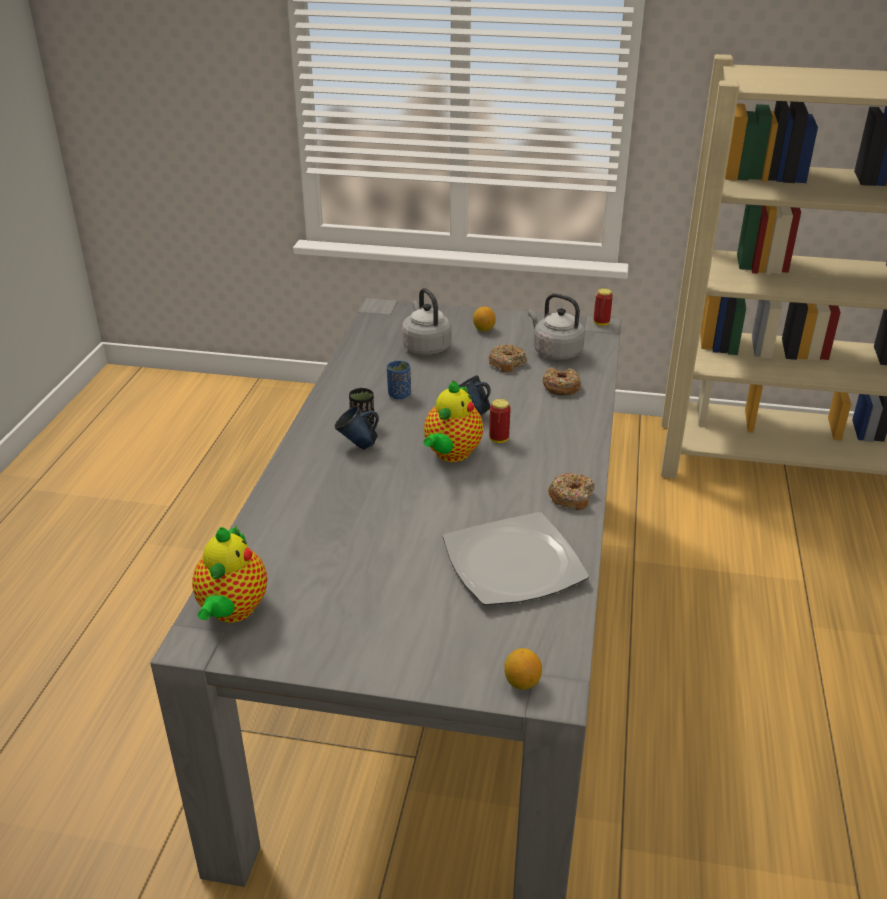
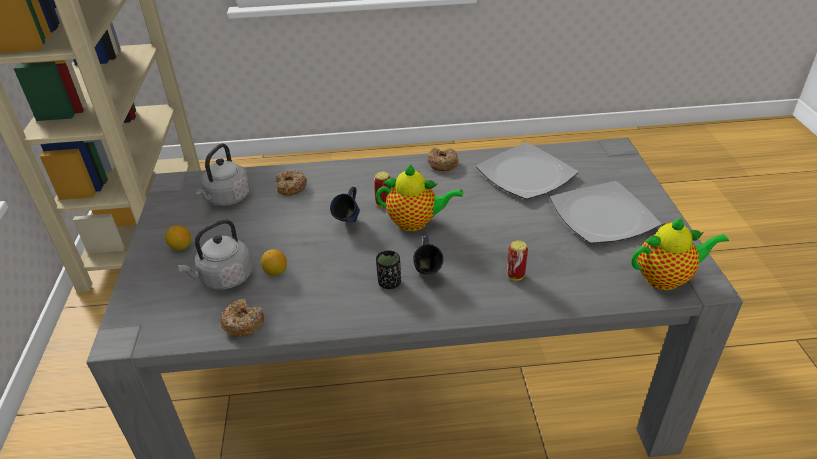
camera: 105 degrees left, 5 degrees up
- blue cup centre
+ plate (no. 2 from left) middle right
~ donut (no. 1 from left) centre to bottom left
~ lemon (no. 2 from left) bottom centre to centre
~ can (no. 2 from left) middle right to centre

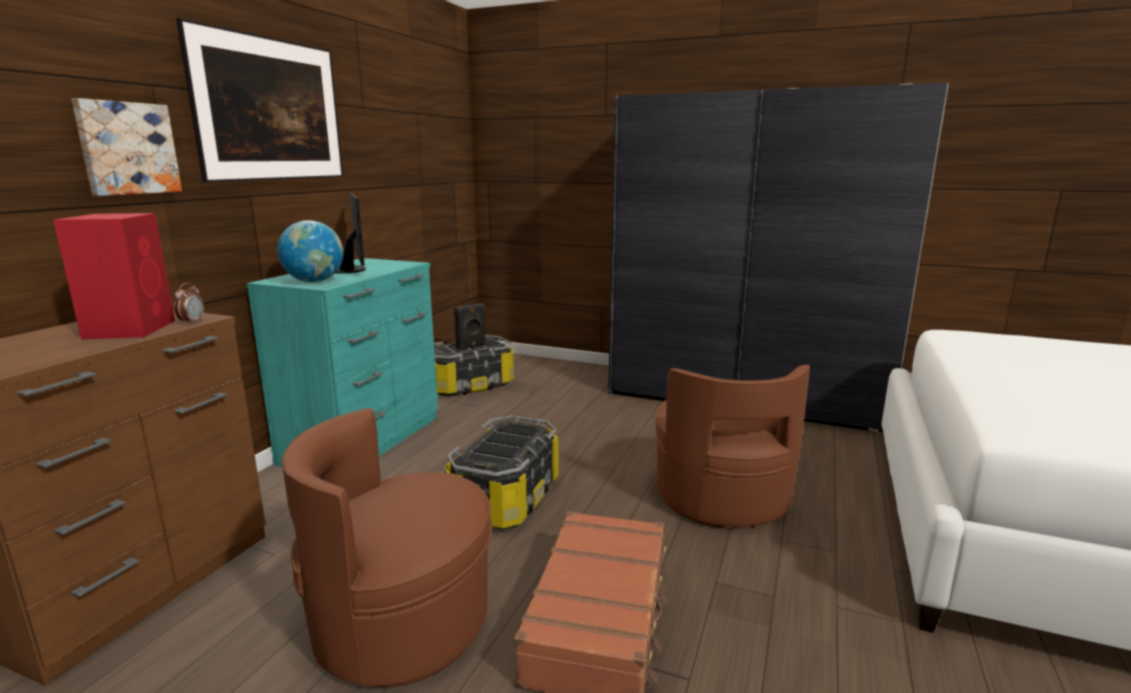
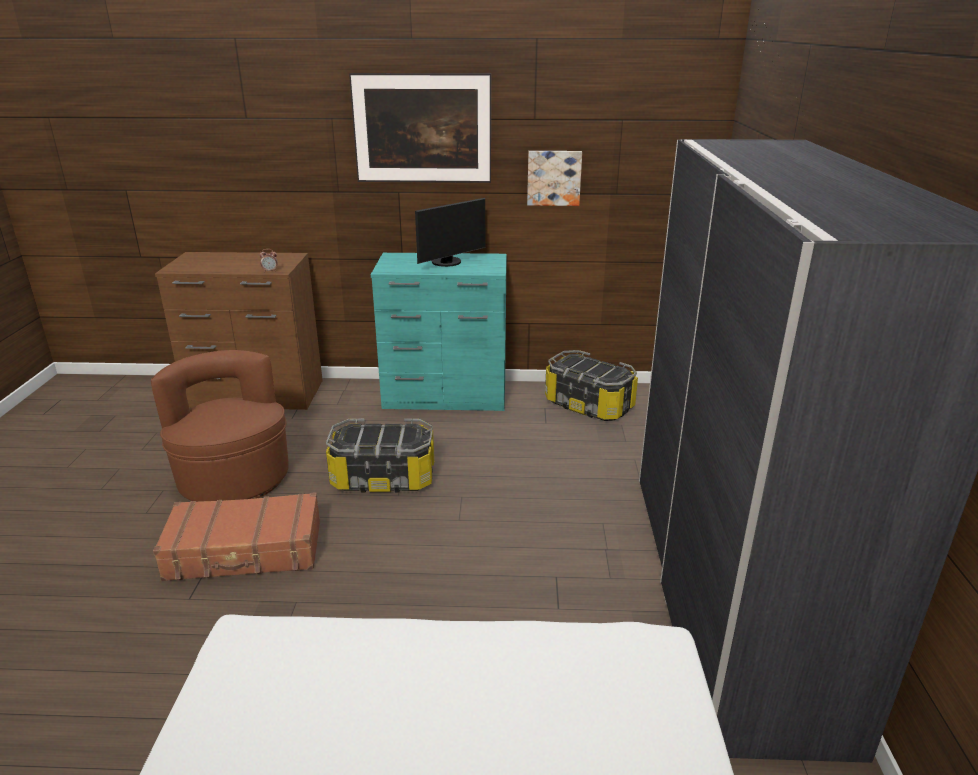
camera: 70 degrees right, 10 degrees up
- red speaker middle left
- globe middle left
- black speaker centre
- brown armchair (no. 2 from left) centre
~ picture (no. 1 from left in the first image) top left to picture (no. 2 from left) top centre

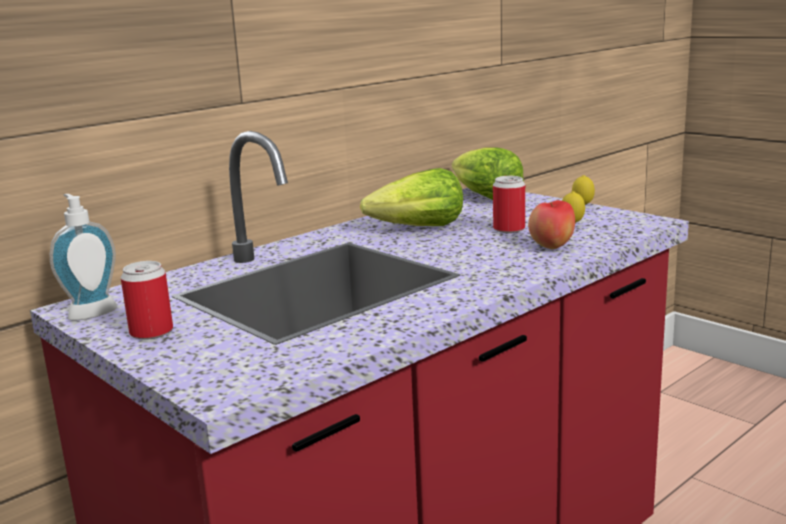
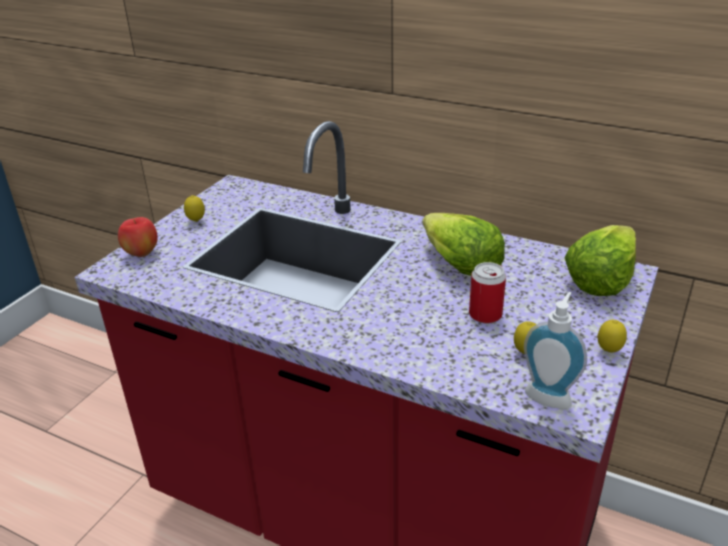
camera: 70 degrees right, 15 degrees up
~ soap dispenser middle left to middle right
~ apple middle right to middle left
~ can (no. 1 from left) middle left to lemon (no. 1 from left) middle left

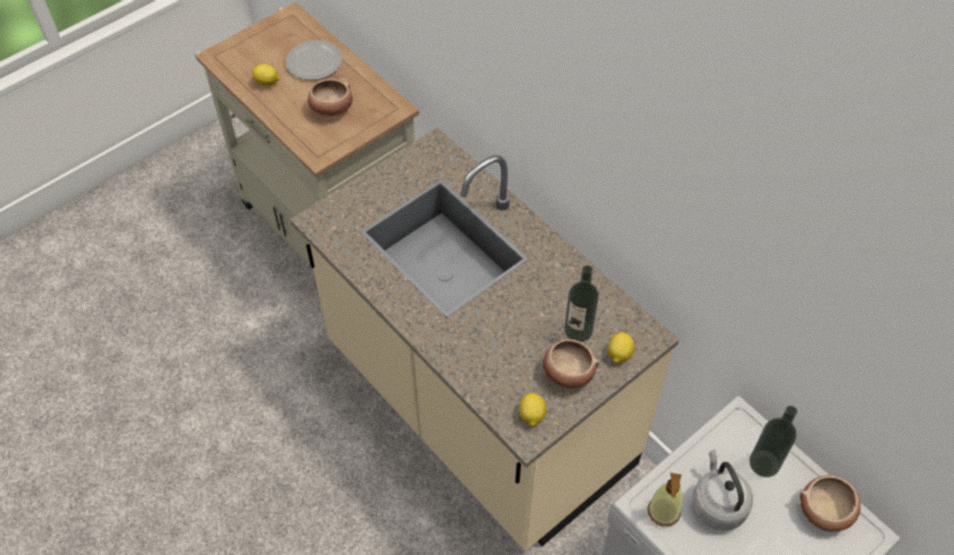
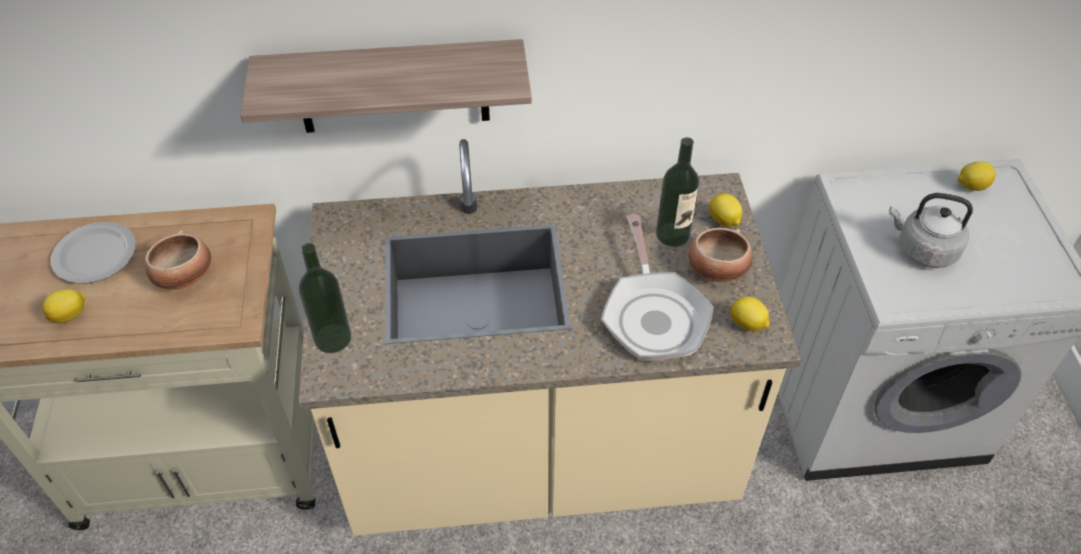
camera: 55 degrees left, 5 degrees down
- soap dispenser bottom right
+ shelf top centre
+ frying pan centre
~ bottle (no. 2 from left in the first image) bottom right to bottle (no. 1 from left) middle left
~ bowl (no. 3 from left) bottom right to lemon (no. 4 from left) top right

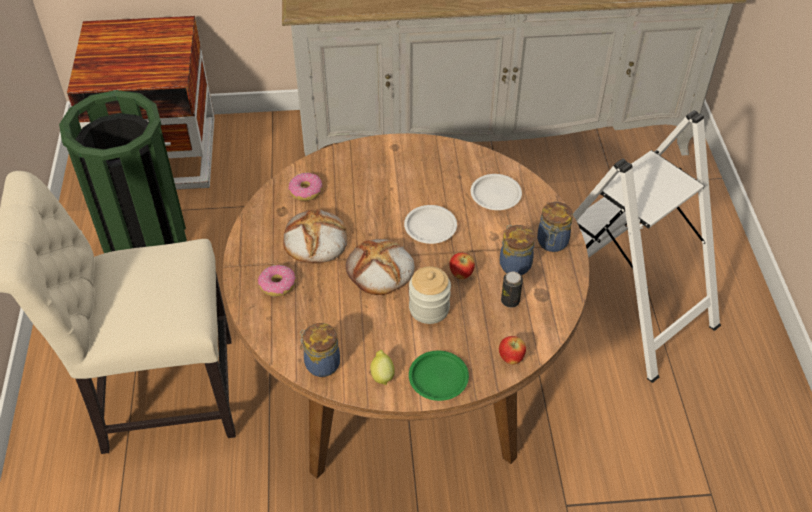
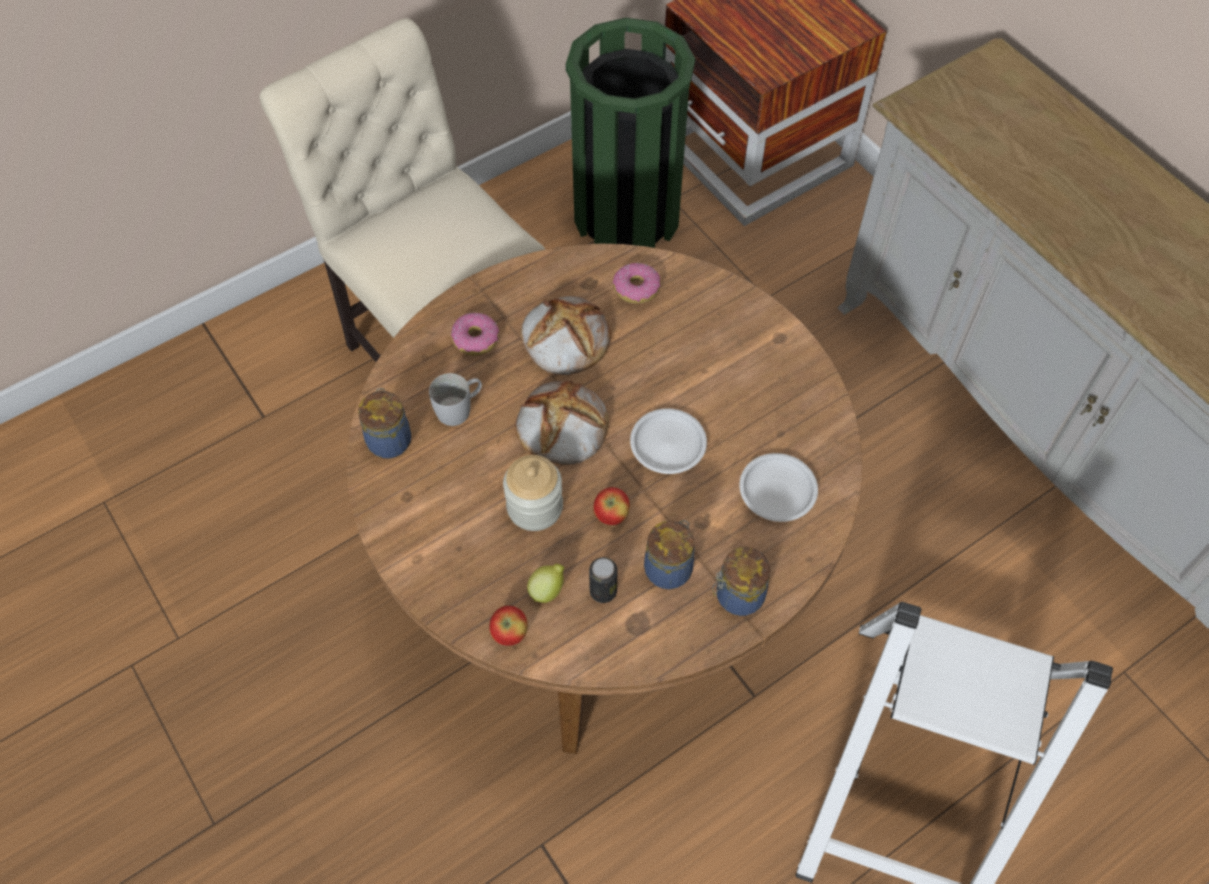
camera: 60 degrees right, 10 degrees up
- green plate bottom centre
+ white mug centre
~ lemon bottom centre to centre

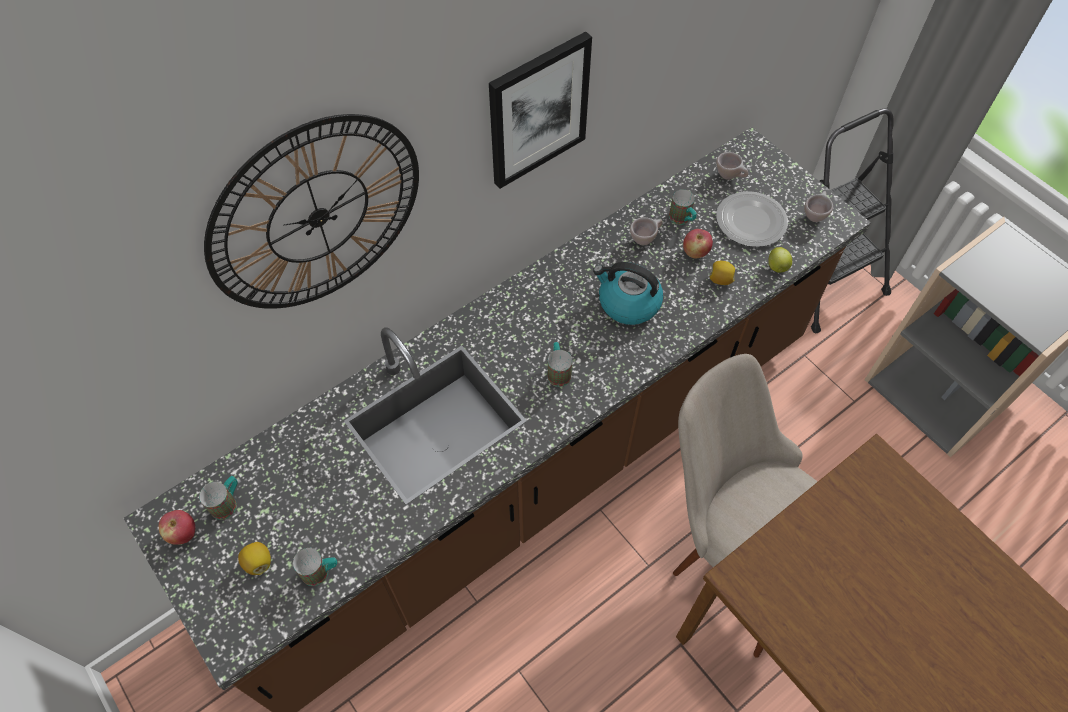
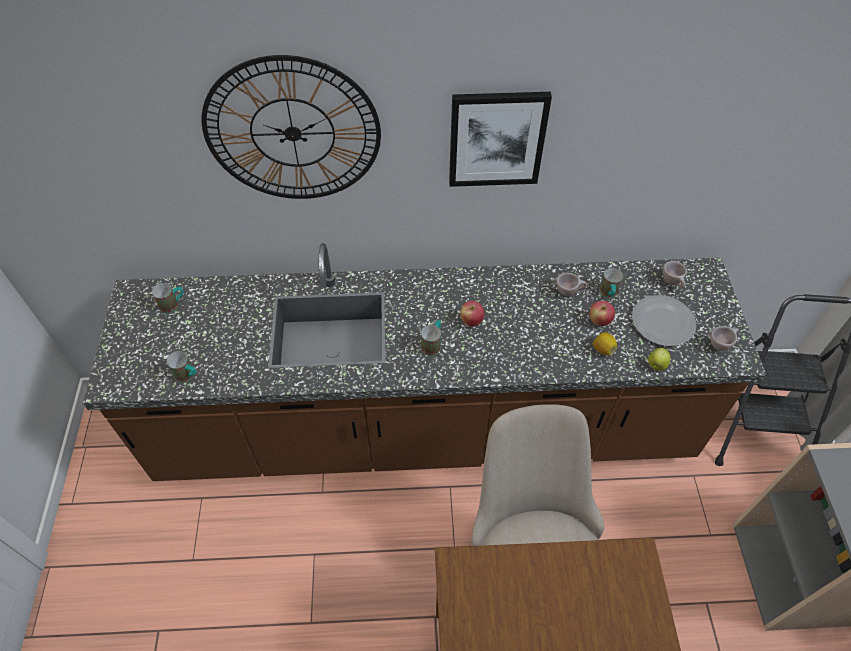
camera: 35 degrees right, 5 degrees down
- lemon (no. 1 from left) bottom left
- kettle centre
~ apple (no. 1 from left) bottom left to centre

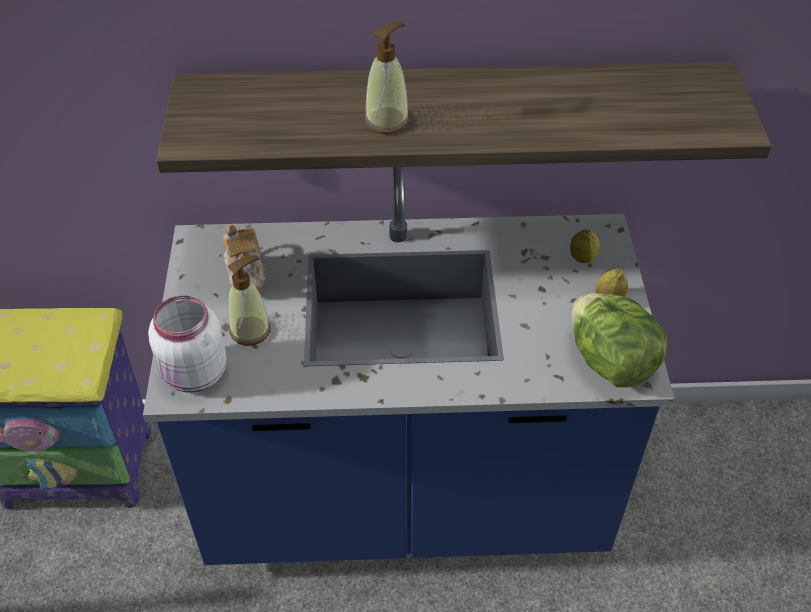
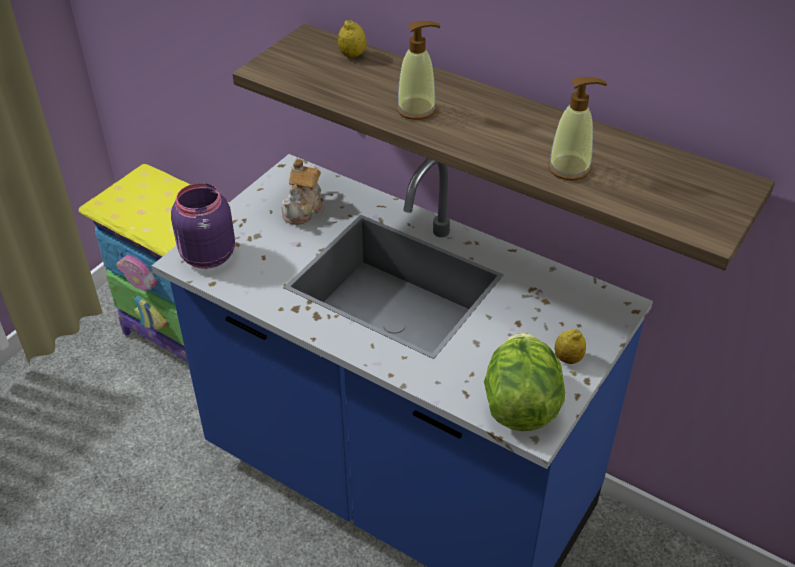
camera: 35 degrees right, 5 degrees down
~ soap dispenser (no. 1 from left in the first image) middle left to soap dispenser (no. 2 from left) top right
~ lemon (no. 1 from left) middle right to top centre
~ white jar middle left to purple jar middle left

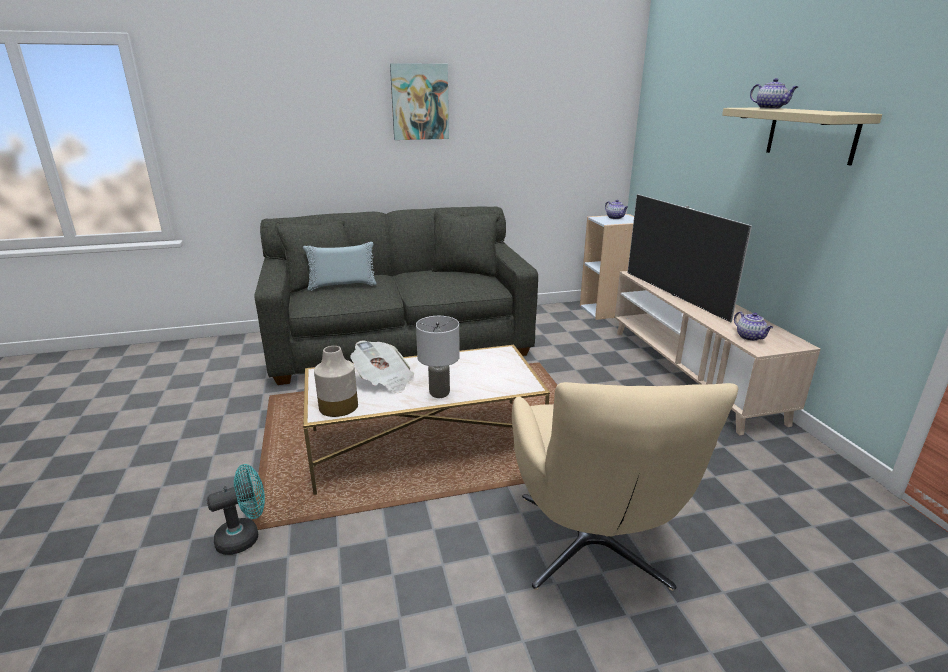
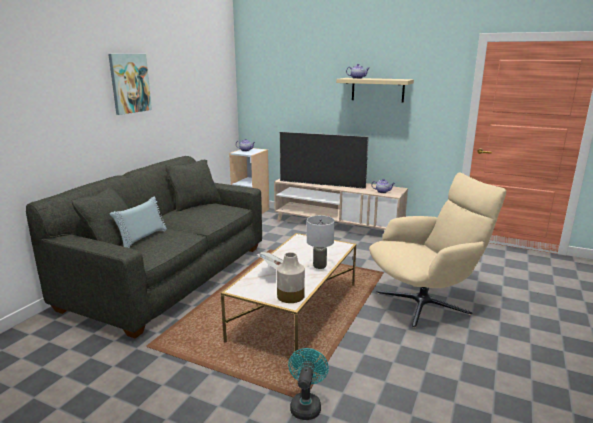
camera: 50 degrees left, 5 degrees down
~ beige armchair bottom centre = middle right 60 degrees counterclockwise

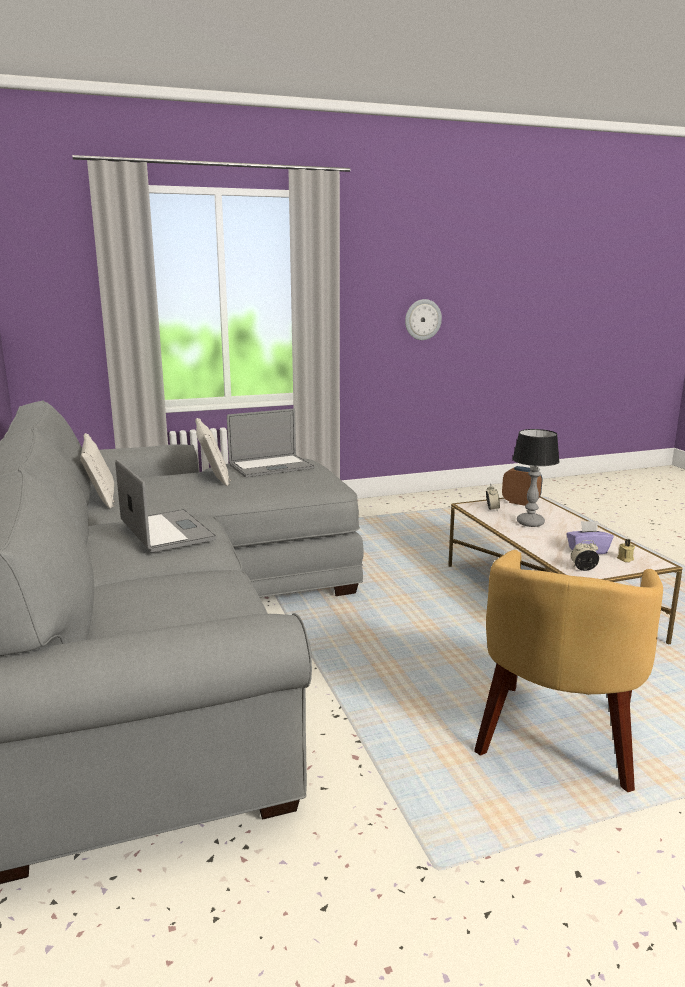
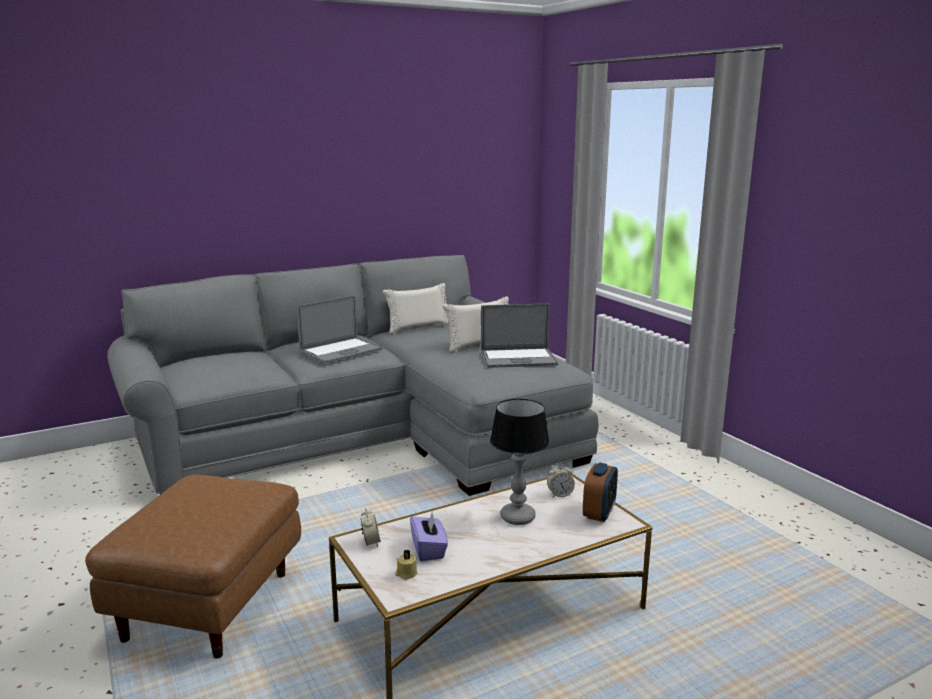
camera: 80 degrees right, 0 degrees up
- wall clock top centre
~ yellow armchair bottom right to brown ottoman bottom left
~ laptop (no. 2 from left) centre = centre 60 degrees counterclockwise

